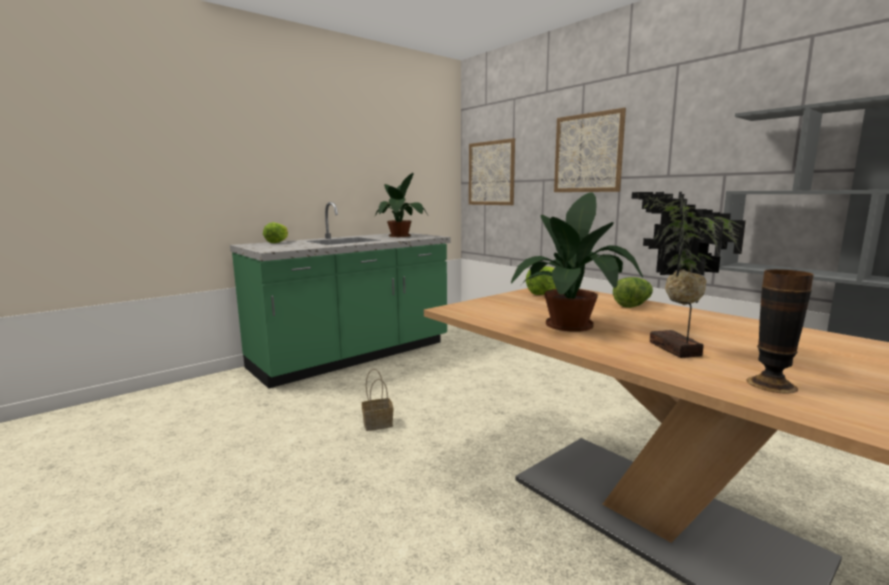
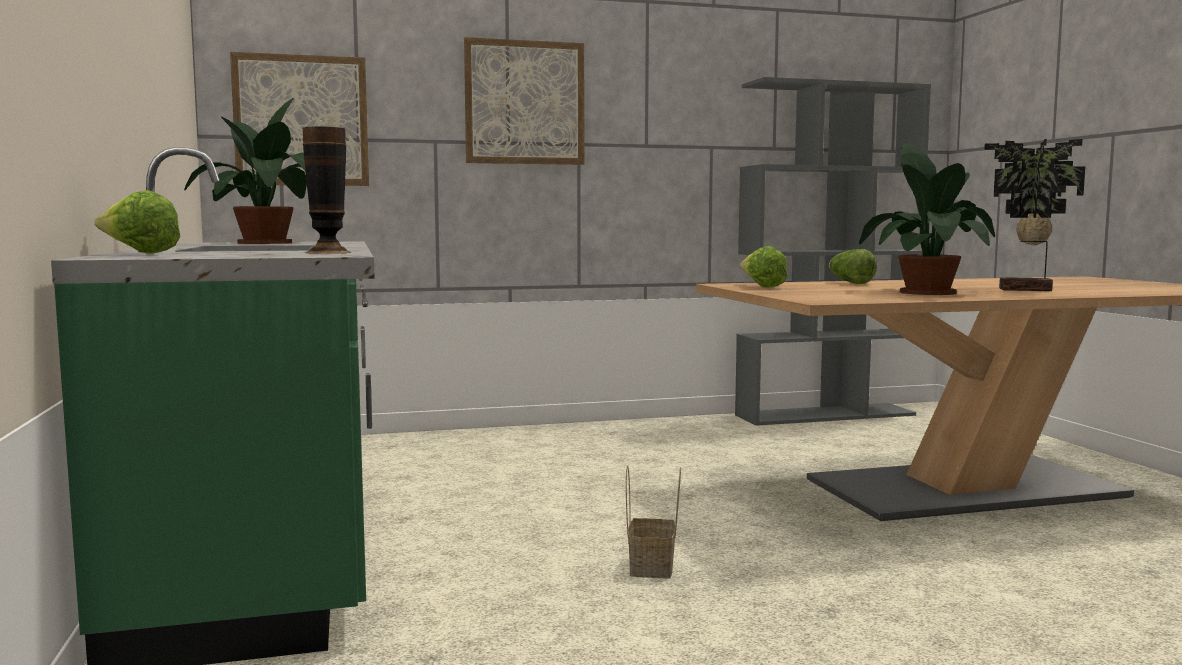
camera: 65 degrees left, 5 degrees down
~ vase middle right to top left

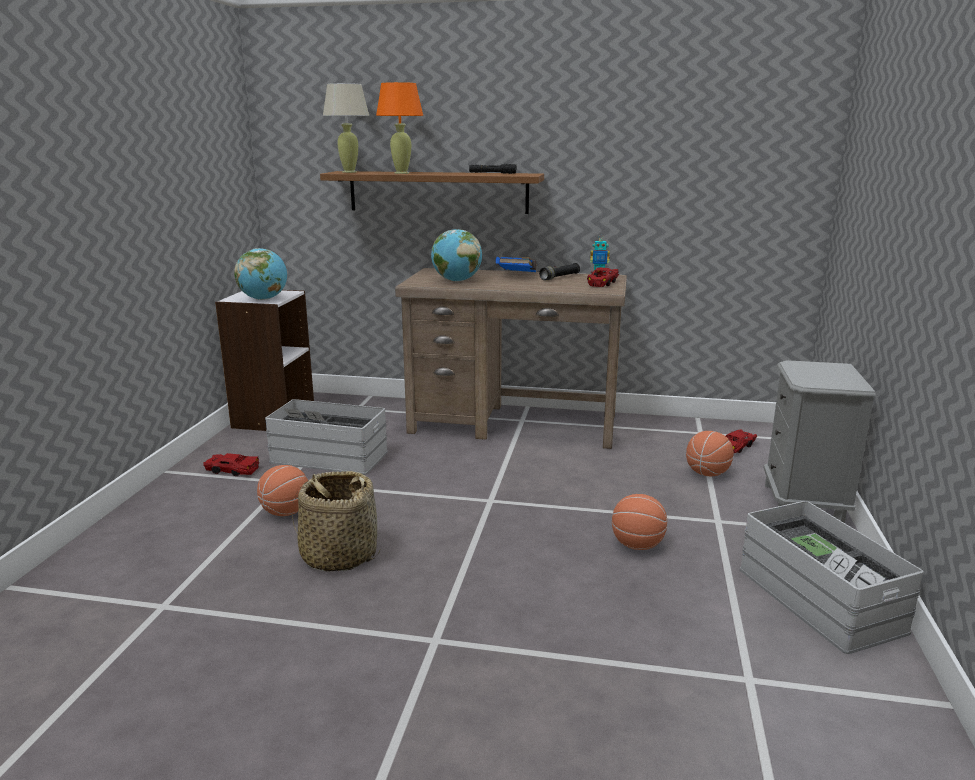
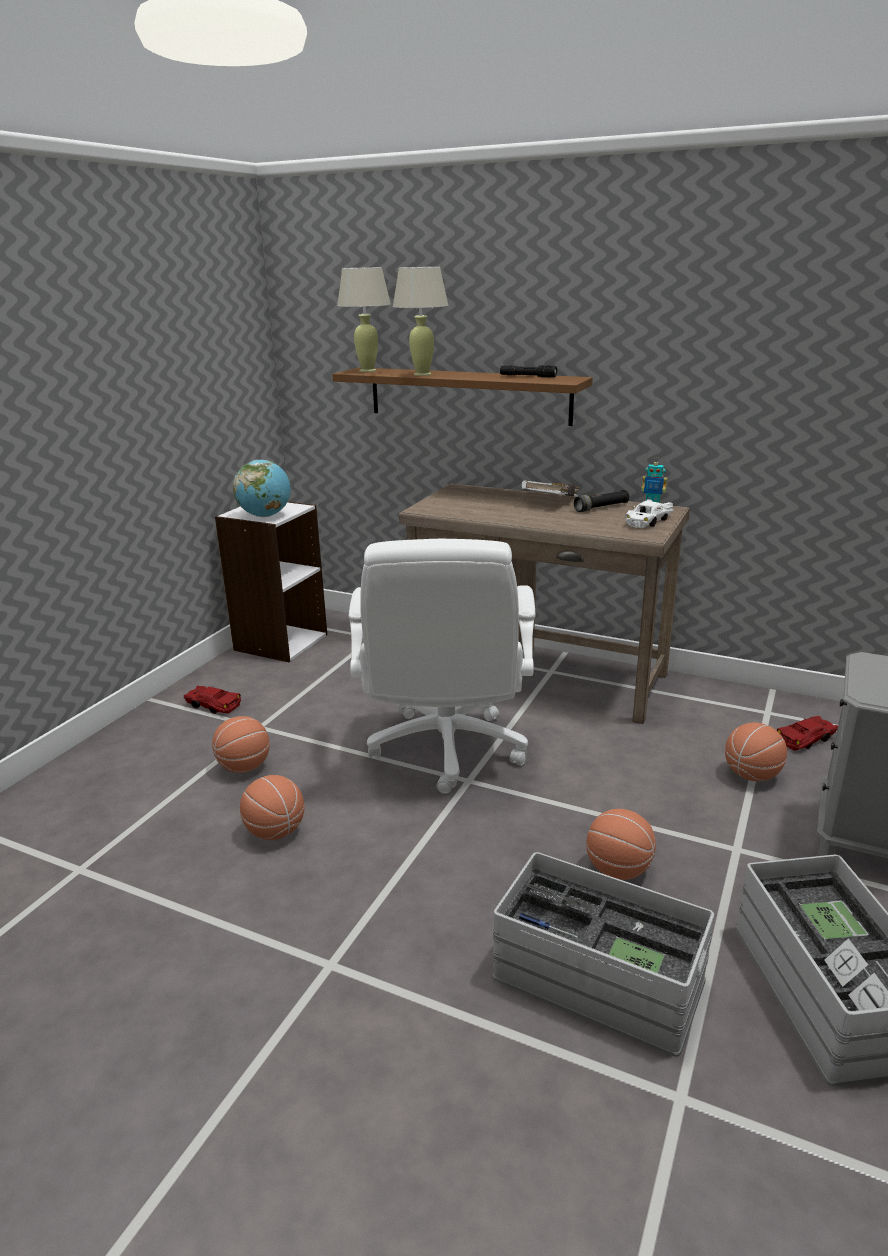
camera: 15 degrees right, 5 degrees up
- globe (no. 2 from left) top centre
+ white office chair centre
~ grey storage box (no. 1 from left) centre to bottom right
~ basket bottom centre to basketball (no. 2 from left) middle left
~ orange table lamp top centre to beige table lamp (no. 2 from left) top centre
~ blue book centre to white book centre
~ red toy car (no. 2 from left) centre to white toy car middle right

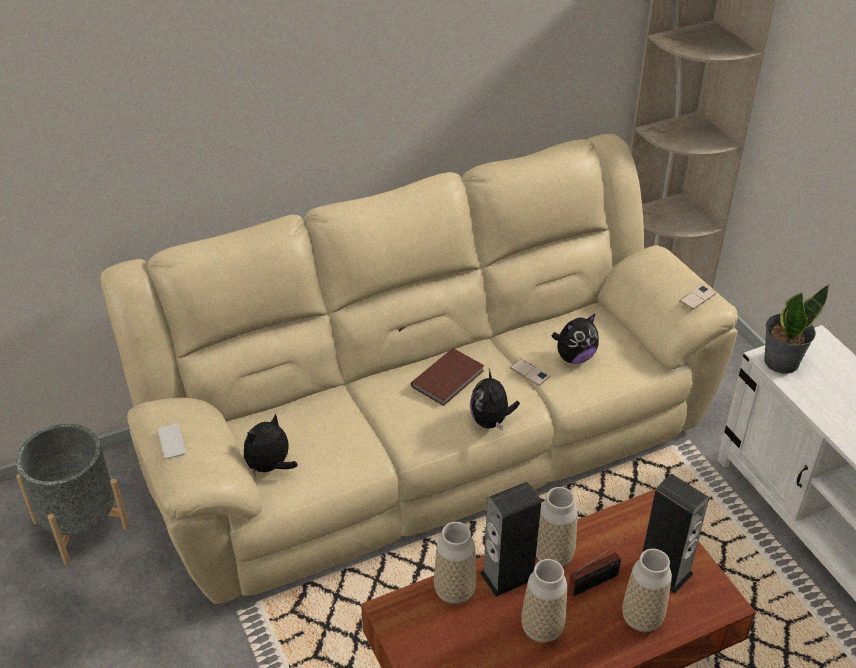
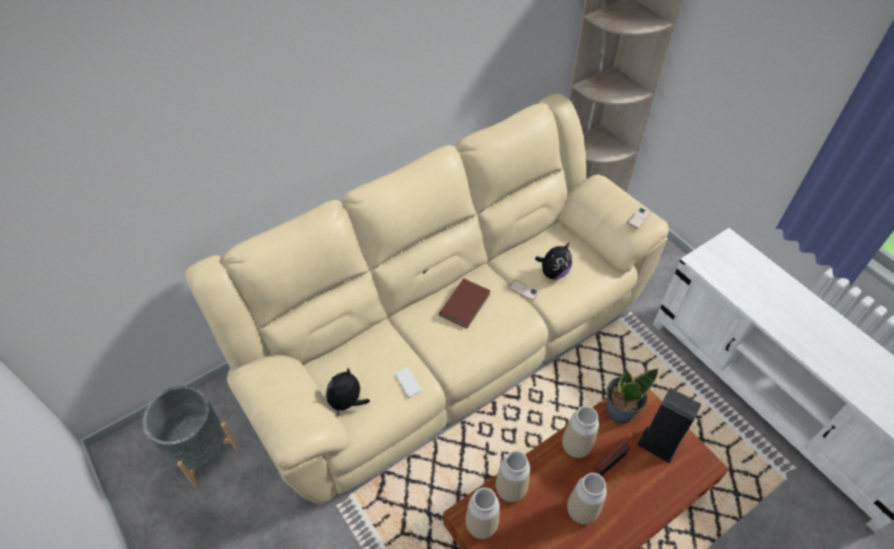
camera: 10 degrees left, 10 degrees up
- plush toy (no. 2 from left) centre
- speaker (no. 1 from left) bottom centre
~ phone (no. 1 from left) middle left to bottom centre
~ vase (no. 4 from left in the first image) bottom right to vase (no. 1 from left) bottom centre
~ potted plant middle right to bottom right

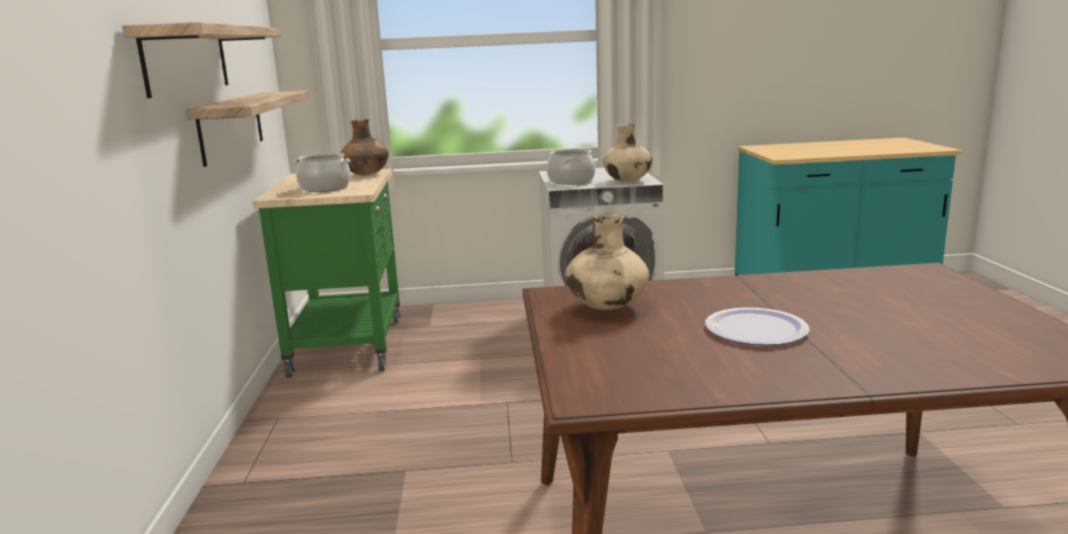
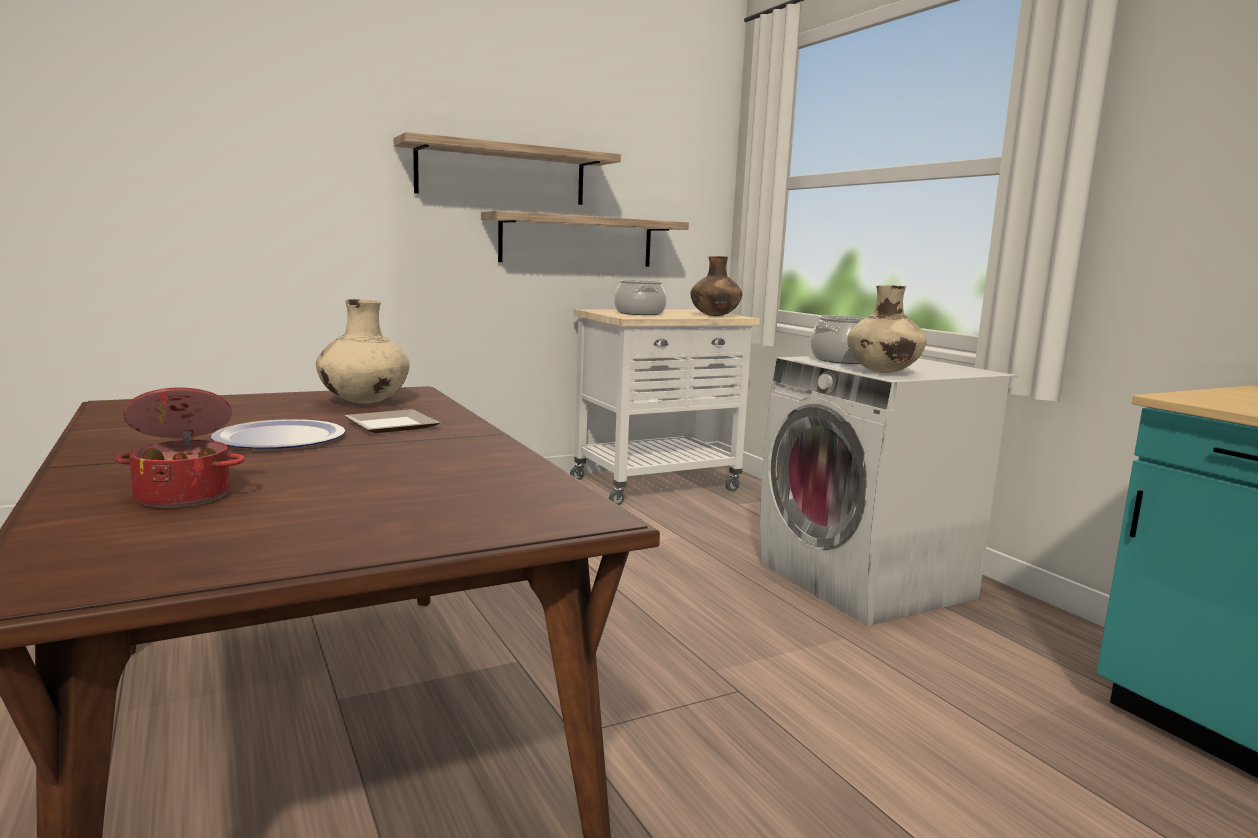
camera: 65 degrees right, 5 degrees down
+ cooking pot (no. 1 from left) middle left
+ plate (no. 2 from left) middle left
~ green cart middle left to white cart centre

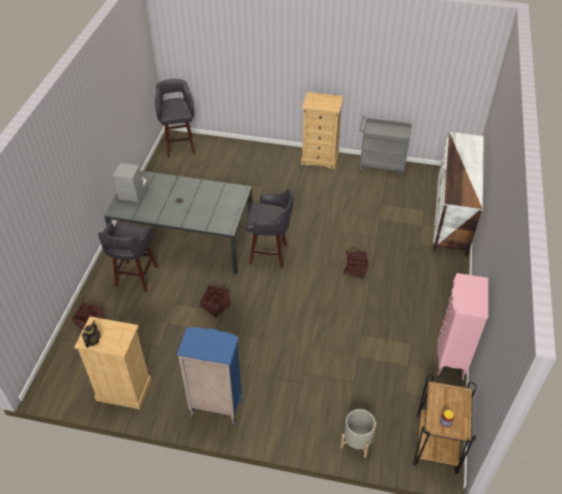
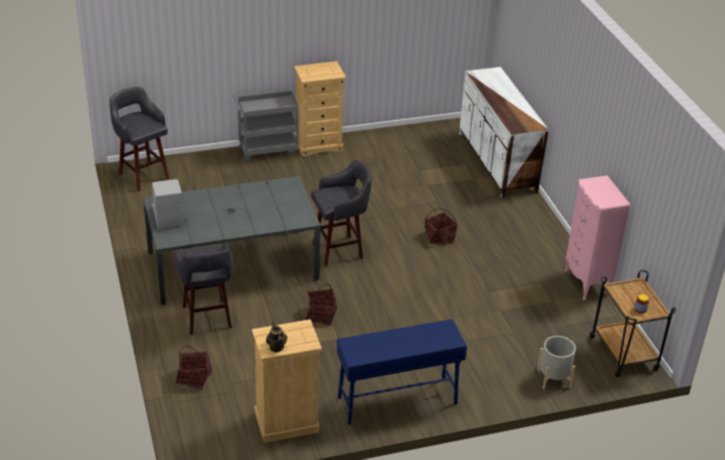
camera: 30 degrees left, 10 degrees down
~ grey cart top right to top centre
~ blue dresser bottom centre to blue console table bottom centre

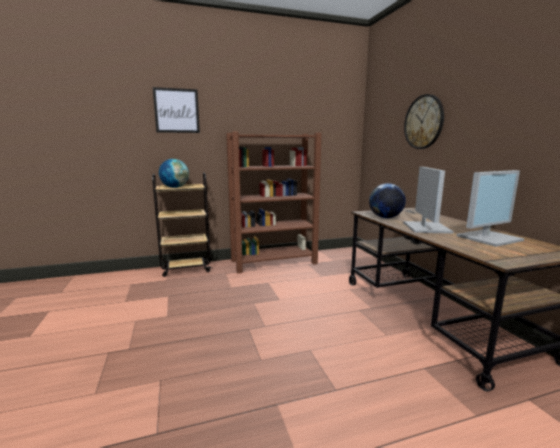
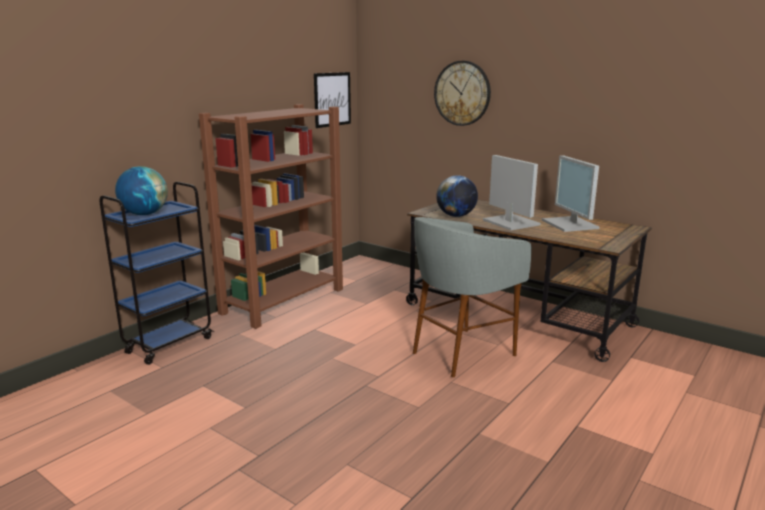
camera: 35 degrees left, 5 degrees up
+ grey stool centre
~ picture top left to top centre
~ brown cart middle left to blue cart middle left
~ monitor (no. 2 from left) middle right = middle right 135 degrees clockwise

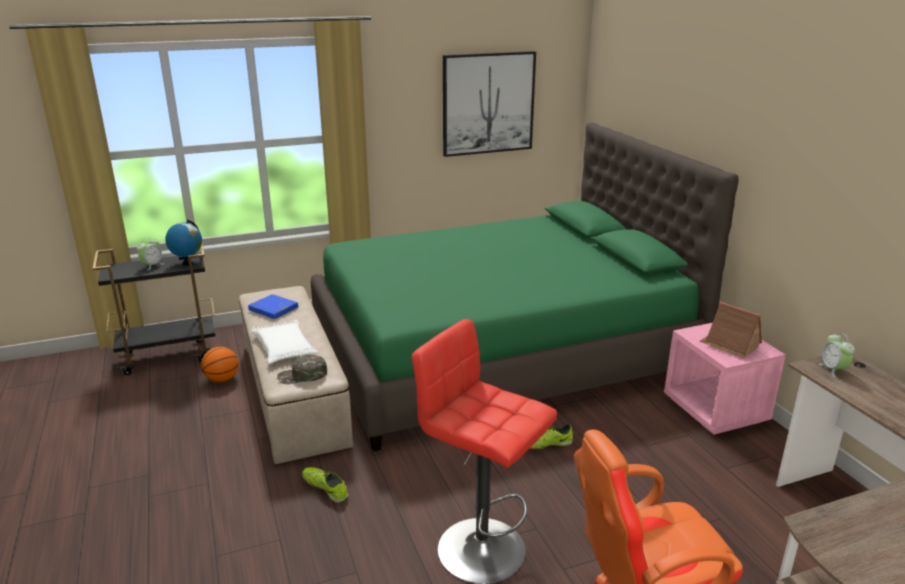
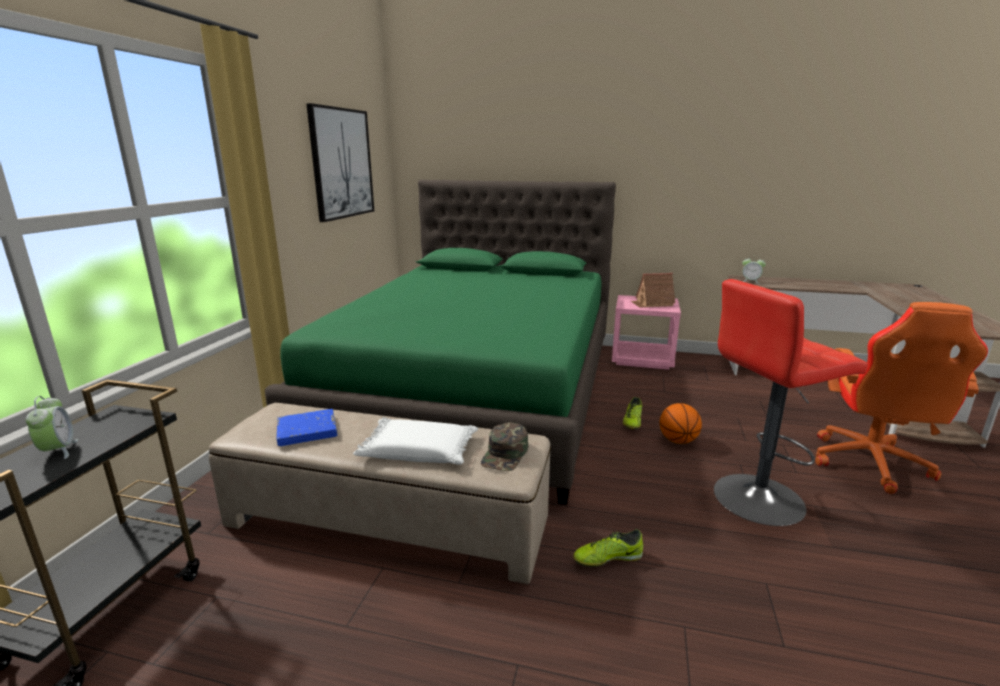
camera: 55 degrees left, 5 degrees down
- globe middle left
~ basketball middle left to middle right

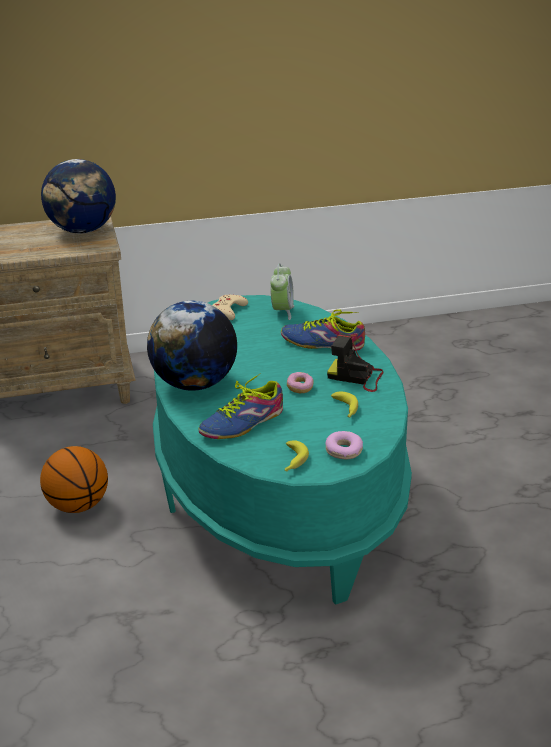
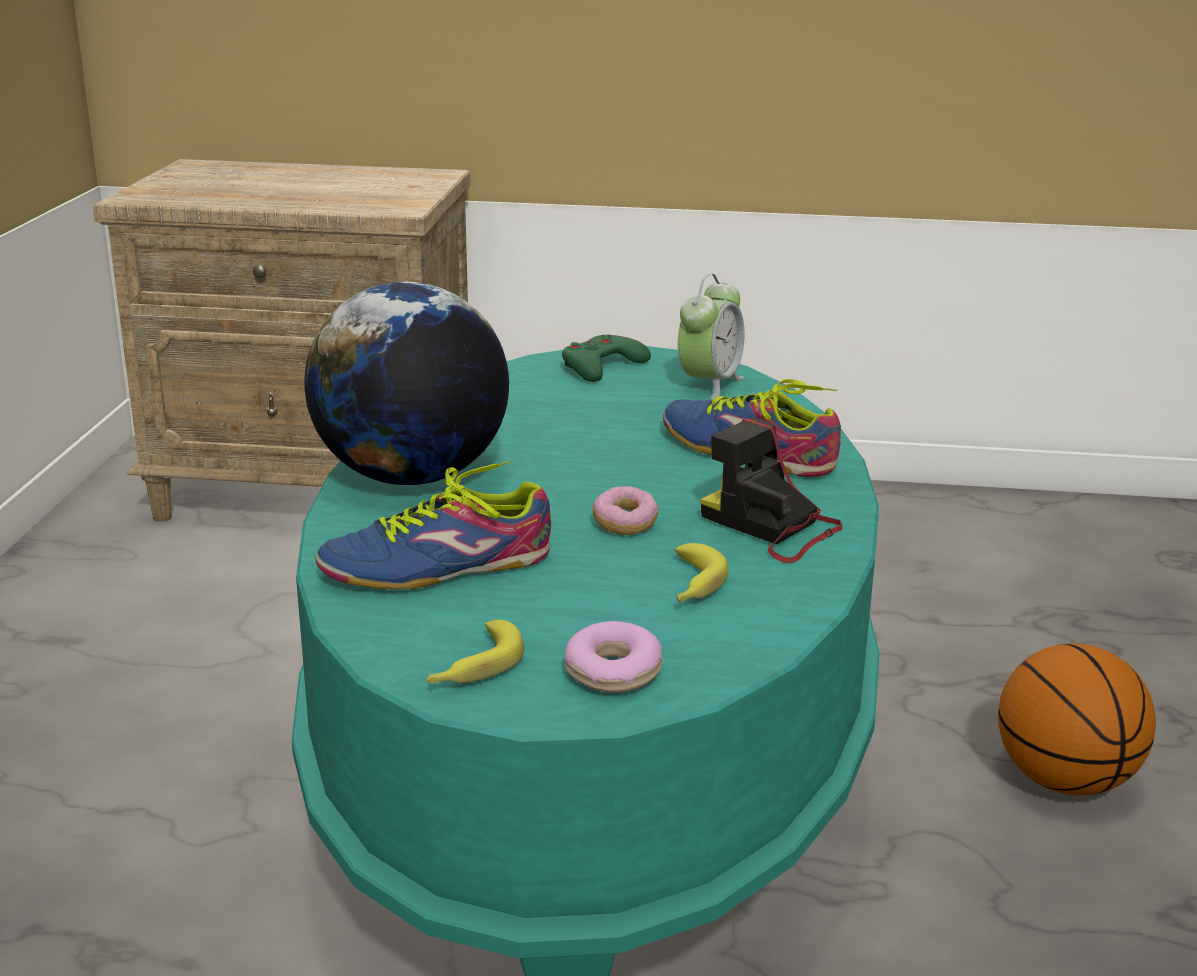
camera: 20 degrees right, 5 degrees down
- globe (no. 1 from left) top left
~ basketball middle left to bottom right
~ beige game controller centre to green game controller centre

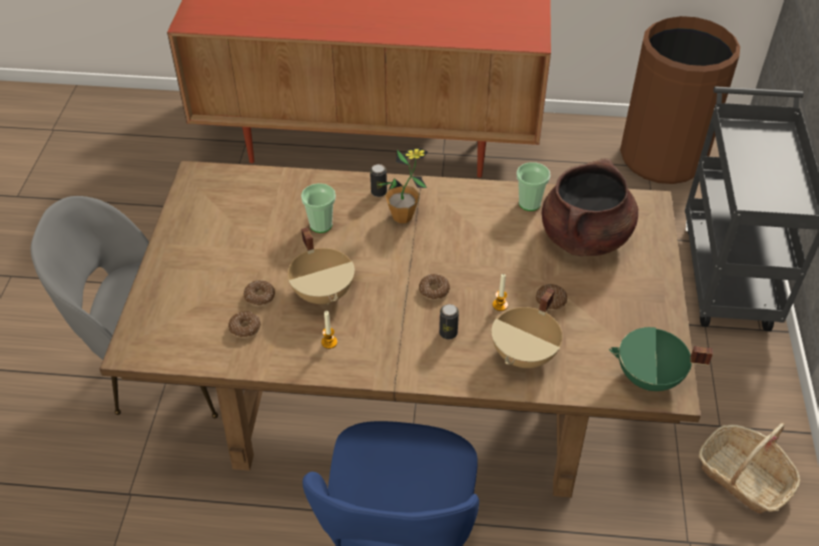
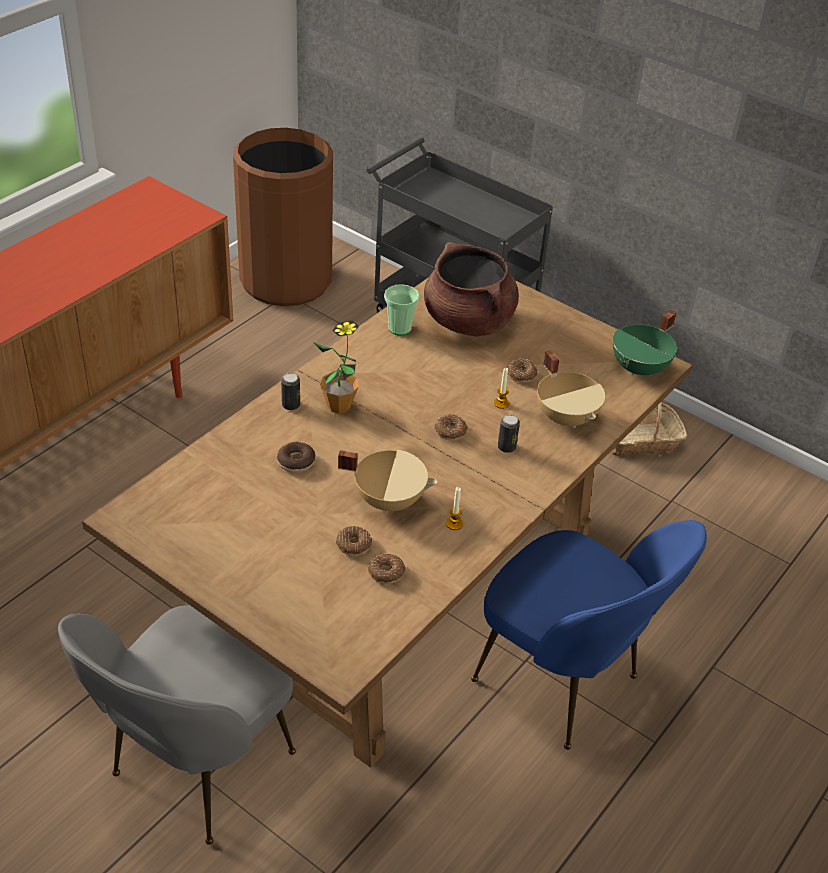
camera: 60 degrees left, 5 degrees down
~ cup (no. 1 from left) centre to donut (no. 1 from left) centre

